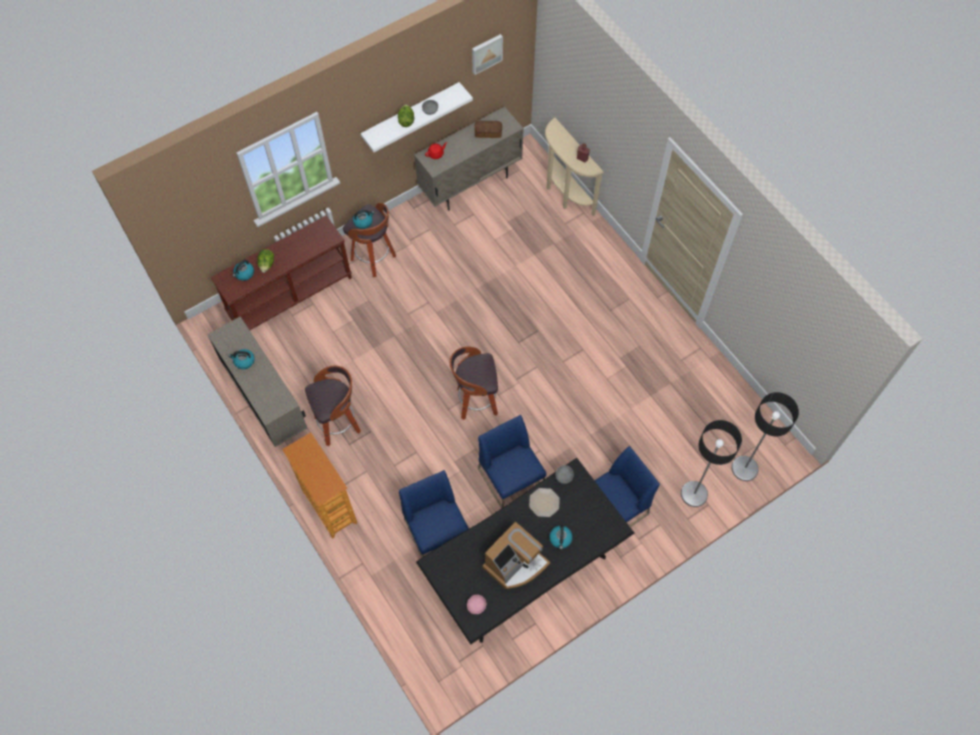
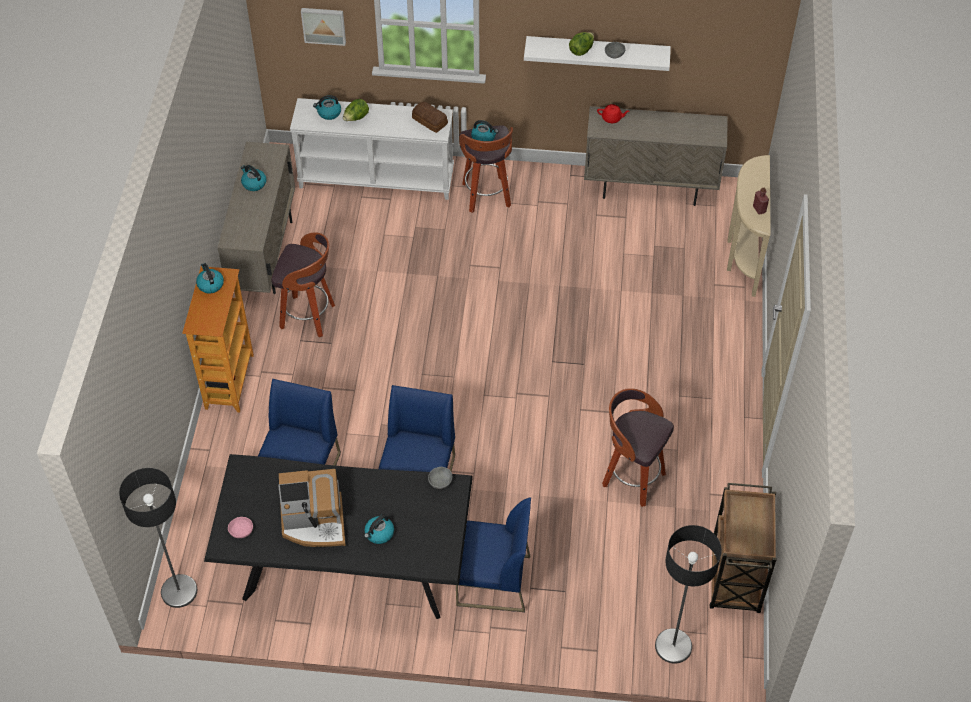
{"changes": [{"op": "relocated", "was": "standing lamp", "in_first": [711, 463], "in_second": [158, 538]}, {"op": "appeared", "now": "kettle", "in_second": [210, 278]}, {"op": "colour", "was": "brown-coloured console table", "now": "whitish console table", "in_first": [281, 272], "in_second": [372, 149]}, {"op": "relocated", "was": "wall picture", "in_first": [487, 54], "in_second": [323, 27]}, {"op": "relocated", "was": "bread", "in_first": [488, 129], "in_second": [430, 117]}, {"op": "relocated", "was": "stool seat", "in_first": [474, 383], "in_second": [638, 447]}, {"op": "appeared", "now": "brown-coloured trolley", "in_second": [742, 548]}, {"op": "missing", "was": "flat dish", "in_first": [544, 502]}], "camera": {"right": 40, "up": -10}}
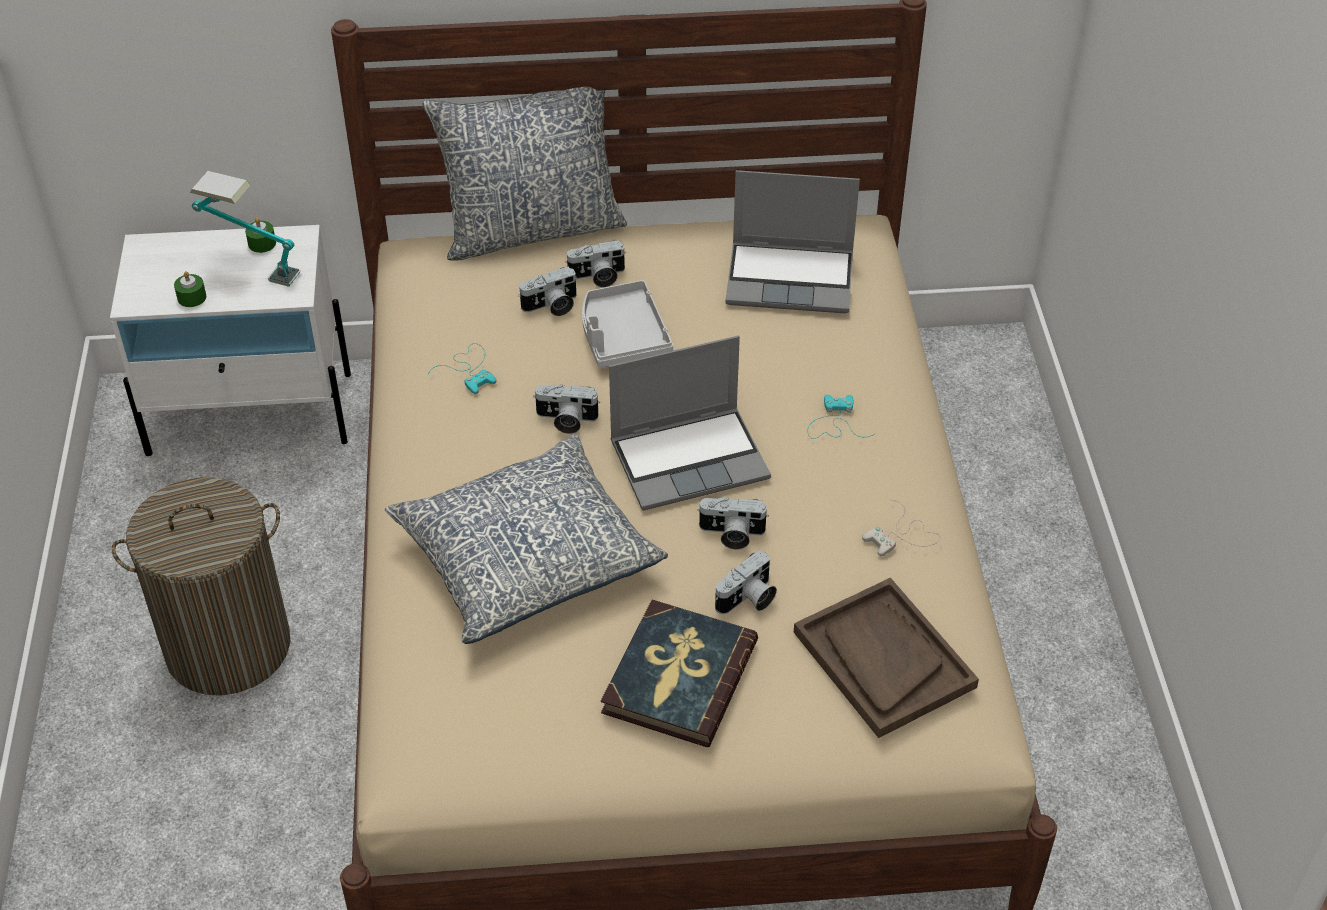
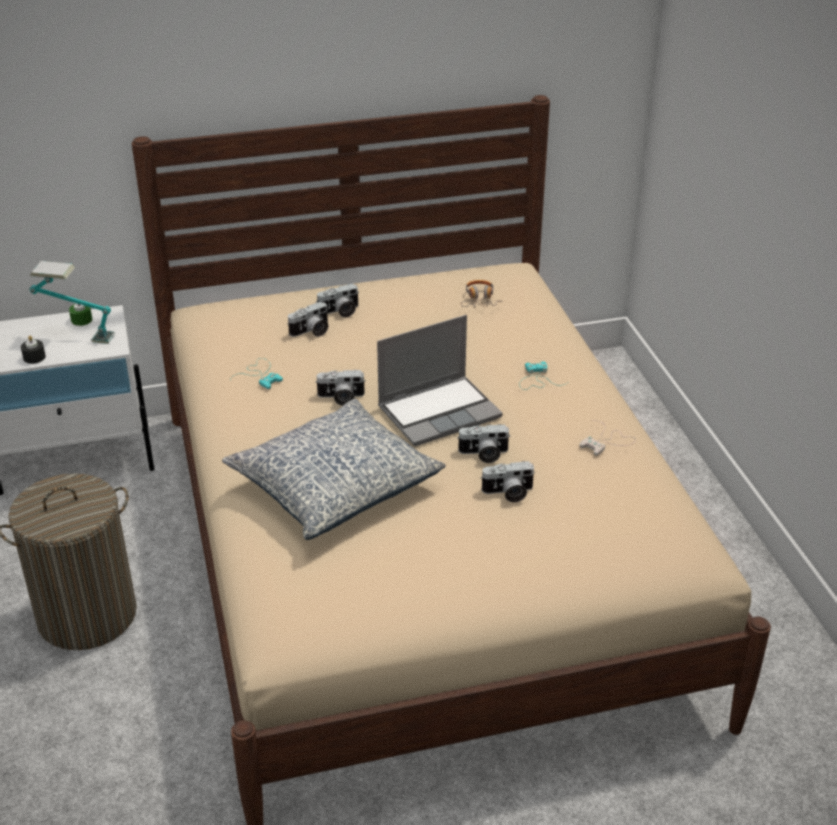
{"changes": [{"op": "colour", "was": "green-coloured wax candle", "now": "black-coloured wax candle", "in_first": [190, 289], "in_second": [33, 350]}, {"op": "exchanged", "was": "portable computer", "now": "pair of headphones", "in_first": [792, 241], "in_second": [481, 294]}, {"op": "spun", "was": "photo camera", "in_first": [746, 582], "in_second": [507, 481], "clockwise": 45}, {"op": "missing", "was": "pillow", "in_first": [524, 174]}, {"op": "missing", "was": "gray carrying tray", "in_first": [627, 324]}, {"op": "missing", "was": "book", "in_first": [679, 673]}, {"op": "missing", "was": "brown-coloured carrying tray", "in_first": [886, 658]}], "camera": {"right": -10, "up": -10}}
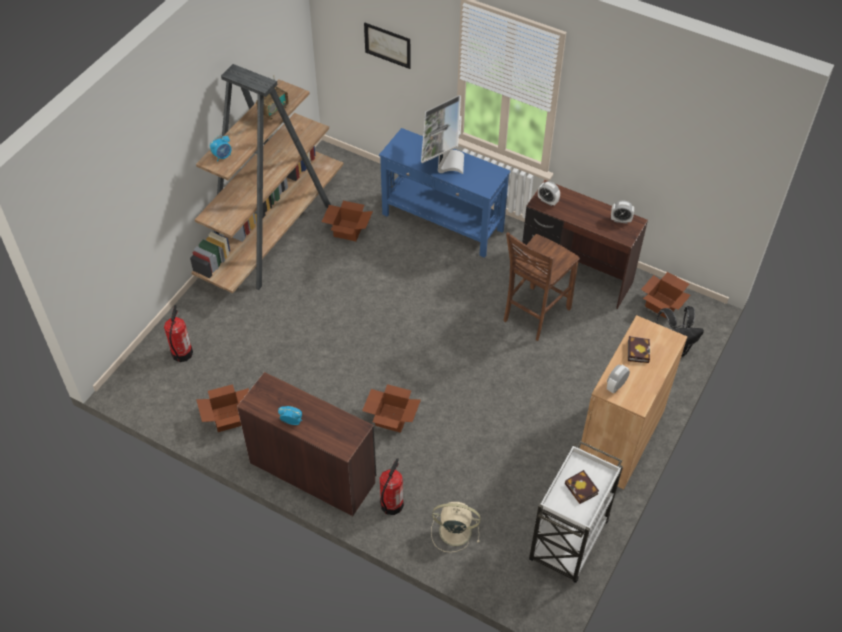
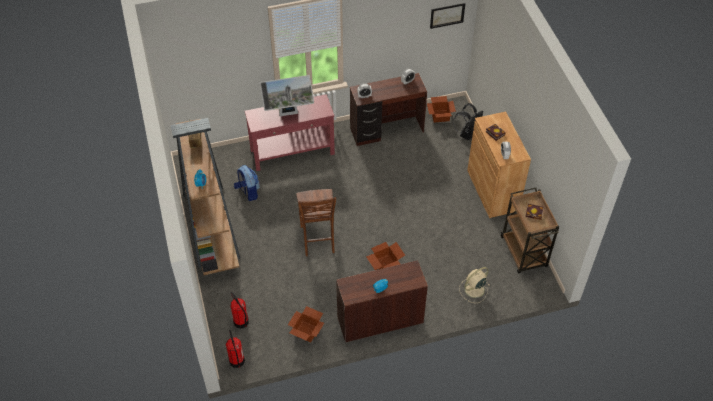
{"changes": [{"op": "relocated", "was": "fire-fighting cylinder", "in_first": [392, 486], "in_second": [235, 349]}, {"op": "exchanged", "was": "packing box", "now": "rucksack", "in_first": [347, 221], "in_second": [247, 183]}, {"op": "colour", "was": "blue-coloured console table", "now": "red console table", "in_first": [444, 193], "in_second": [290, 132]}, {"op": "spun", "was": "computer display", "in_first": [442, 134], "in_second": [287, 95], "clockwise": -60}, {"op": "relocated", "was": "brown-coloured plain chair", "in_first": [542, 286], "in_second": [316, 222]}, {"op": "relocated", "was": "wall picture", "in_first": [387, 46], "in_second": [447, 16]}, {"op": "colour", "was": "whitish trolley", "now": "brown-coloured trolley", "in_first": [576, 512], "in_second": [530, 230]}], "camera": {"right": -45, "up": 0}}
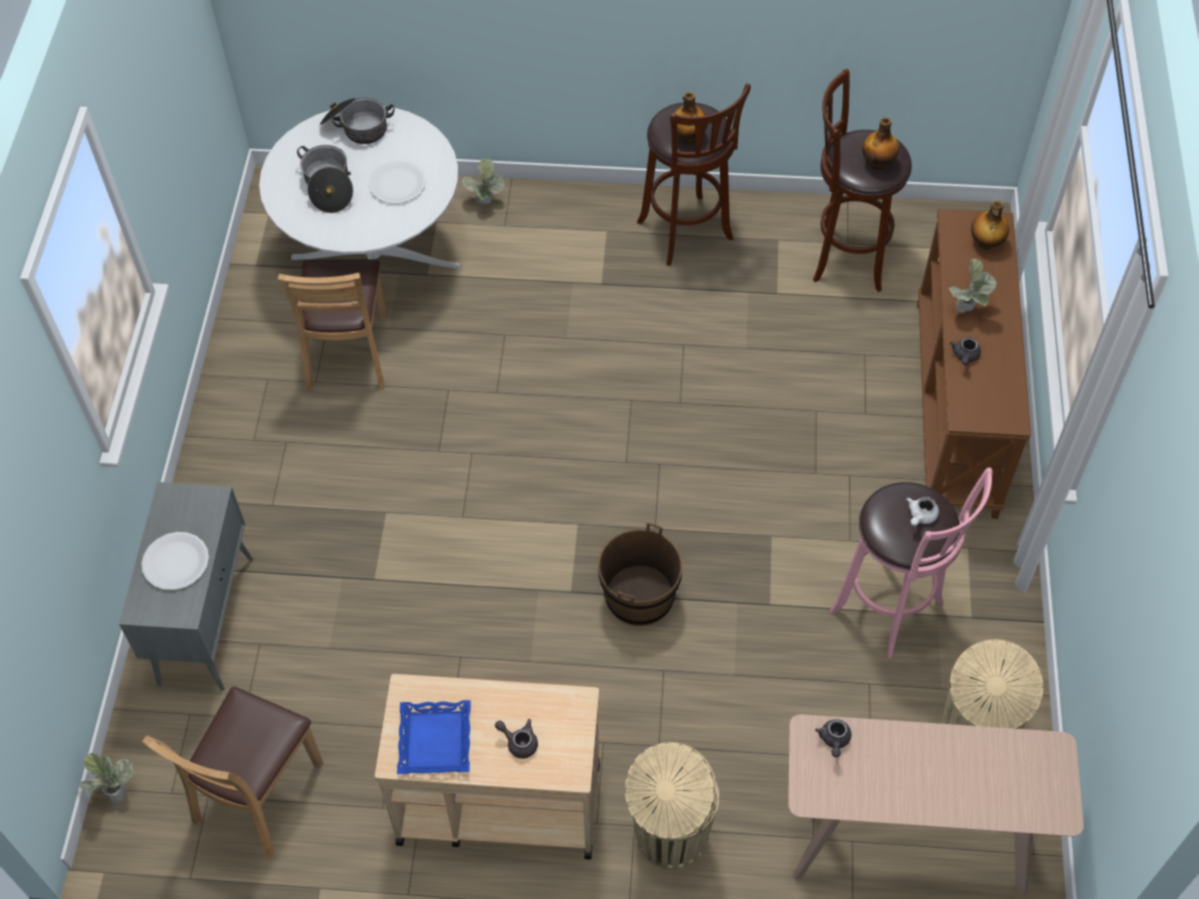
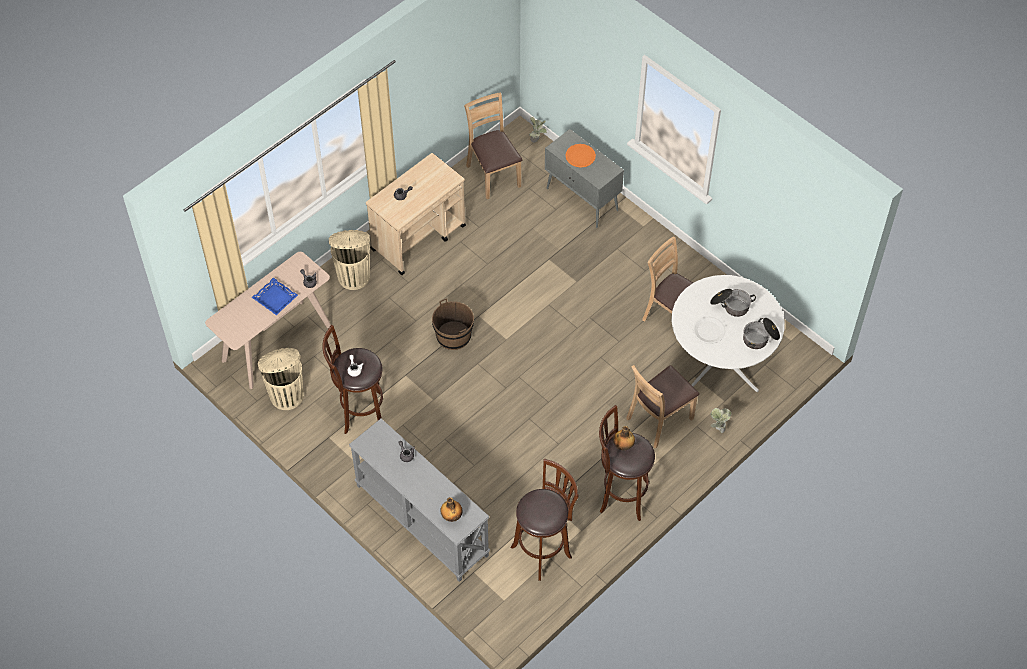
{"changes": [{"op": "relocated", "was": "blue-coloured carrying tray", "in_first": [434, 737], "in_second": [275, 296]}, {"op": "colour", "was": "pink-coloured stool seat", "now": "brown-coloured stool seat", "in_first": [911, 563], "in_second": [353, 379]}, {"op": "colour", "was": "brown-coloured console table", "now": "gray console table", "in_first": [974, 364], "in_second": [419, 500]}, {"op": "colour", "was": "whitish flat dish", "now": "orangey flat dish", "in_first": [175, 561], "in_second": [580, 155]}, {"op": "appeared", "now": "brown-coloured plain chair", "in_second": [662, 407]}, {"op": "missing", "was": "beverage bottle", "in_first": [880, 143]}, {"op": "missing", "was": "potted plant", "in_first": [972, 286]}], "camera": {"right": 130, "up": 0}}
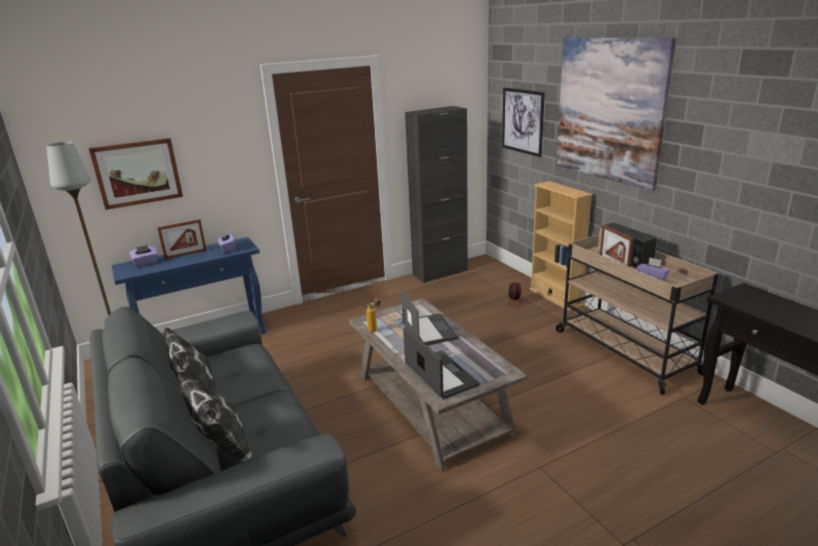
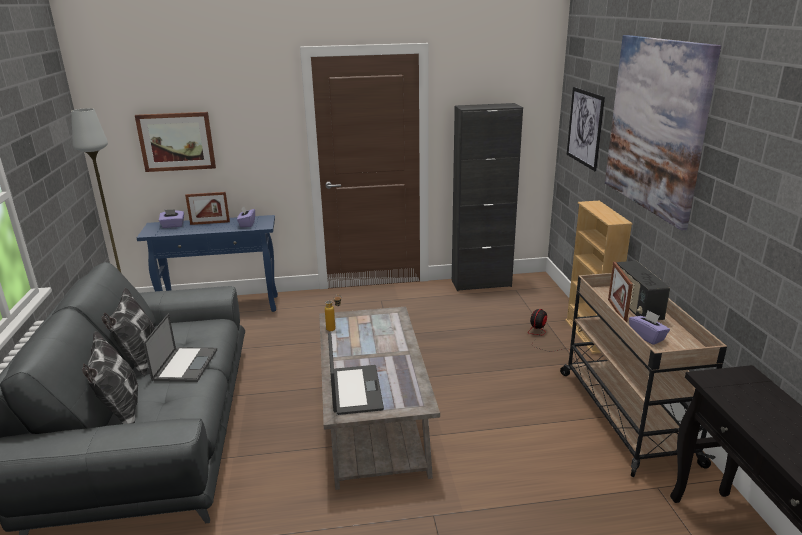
{"changes": [{"op": "relocated", "was": "portable computer", "in_first": [429, 317], "in_second": [180, 347]}], "camera": {"right": 20, "up": 0}}
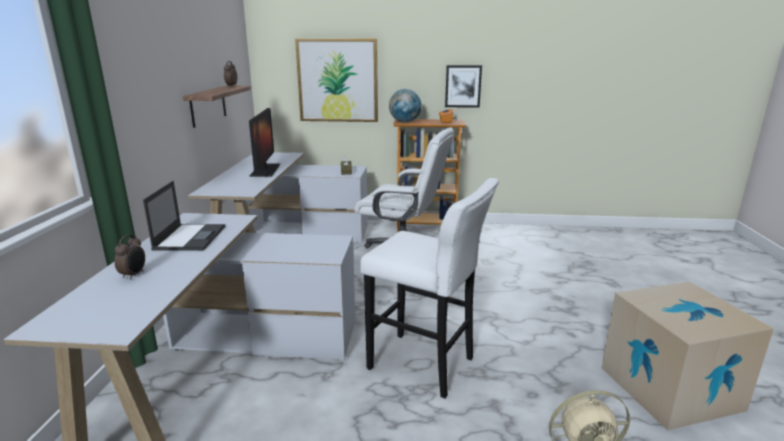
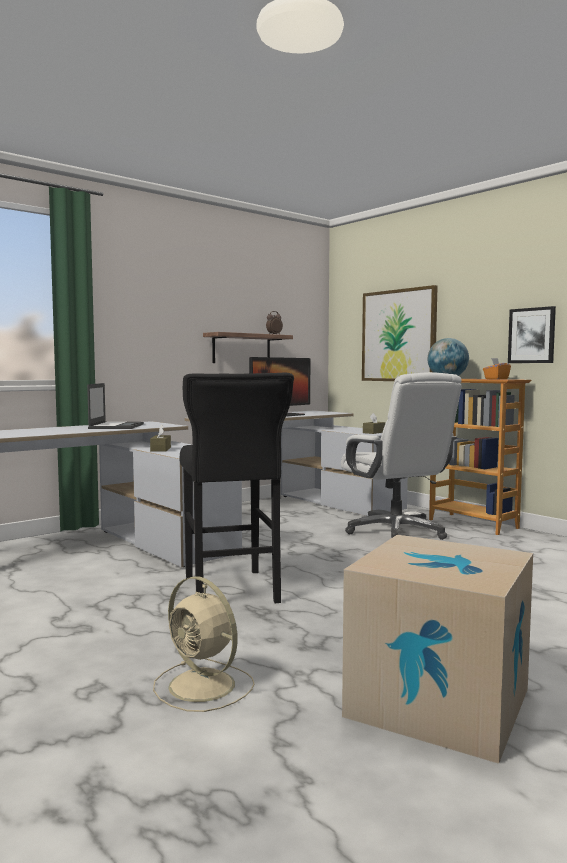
{"changes": [{"op": "spun", "was": "portable computer", "in_first": [184, 216], "in_second": [115, 406], "clockwise": -45}, {"op": "appeared", "now": "brown-coloured tissue box", "in_second": [160, 438]}, {"op": "colour", "was": "whitish stool seat", "now": "black-coloured stool seat", "in_first": [429, 288], "in_second": [237, 488]}, {"op": "missing", "was": "alarm clock", "in_first": [129, 257]}], "camera": {"right": 45, "up": -15}}
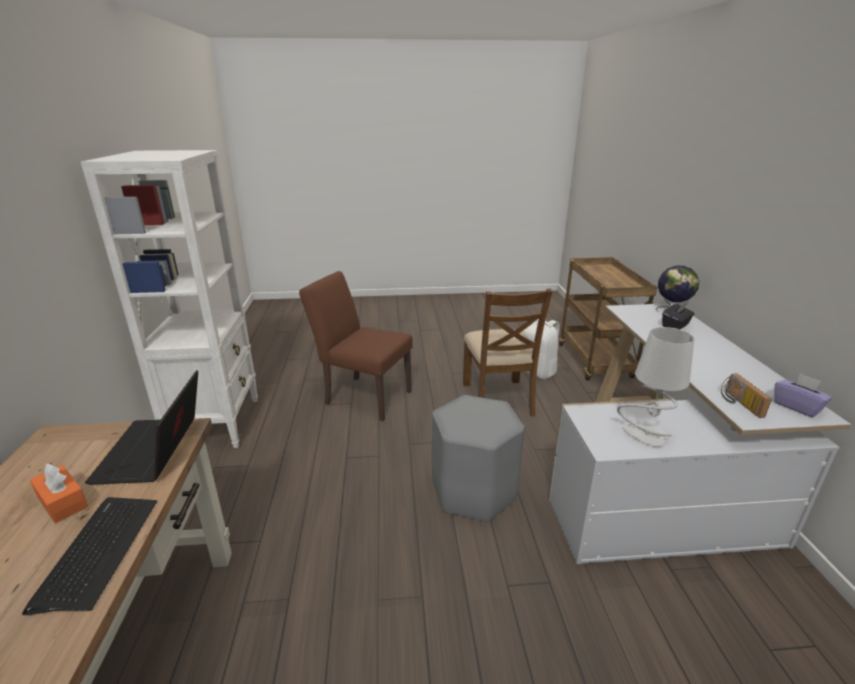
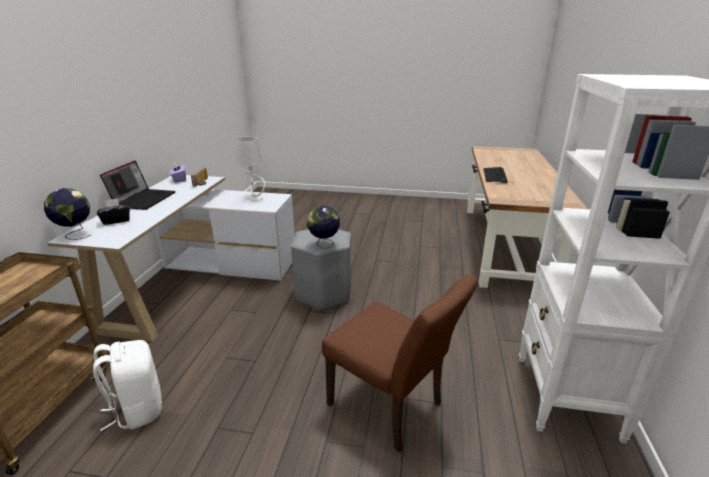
{"changes": [{"op": "relocated", "was": "portable computer", "in_first": [141, 427], "in_second": [138, 185]}, {"op": "appeared", "now": "world globe", "in_second": [323, 227]}, {"op": "missing", "was": "orangey tissue box", "in_first": [59, 493]}, {"op": "missing", "was": "brown-coloured plain chair", "in_first": [507, 353]}], "camera": {"right": -165, "up": 0}}
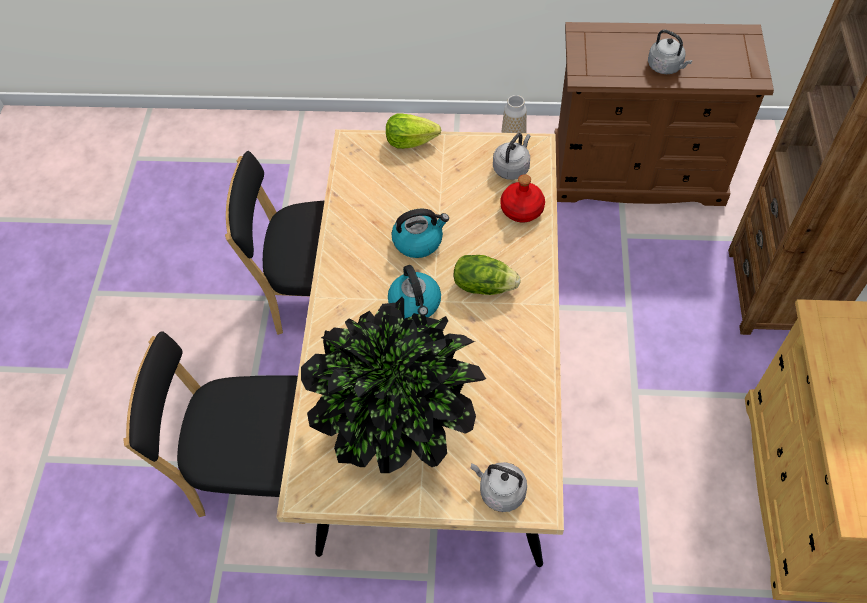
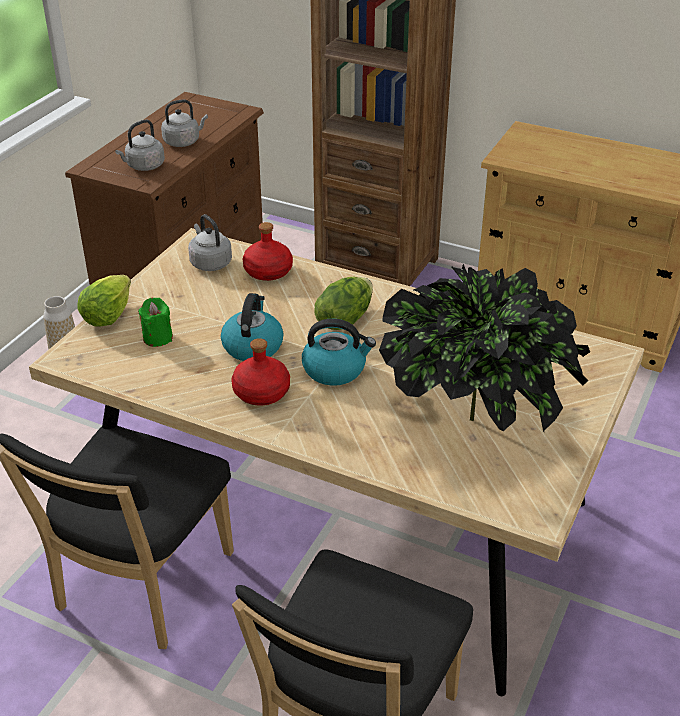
{"changes": [{"op": "relocated", "was": "gray kettle", "in_first": [499, 487], "in_second": [140, 145]}, {"op": "appeared", "now": "green-coloured wax candle", "in_second": [155, 322]}, {"op": "appeared", "now": "red beverage bottle", "in_second": [260, 371]}], "camera": {"right": -70, "up": -20}}
